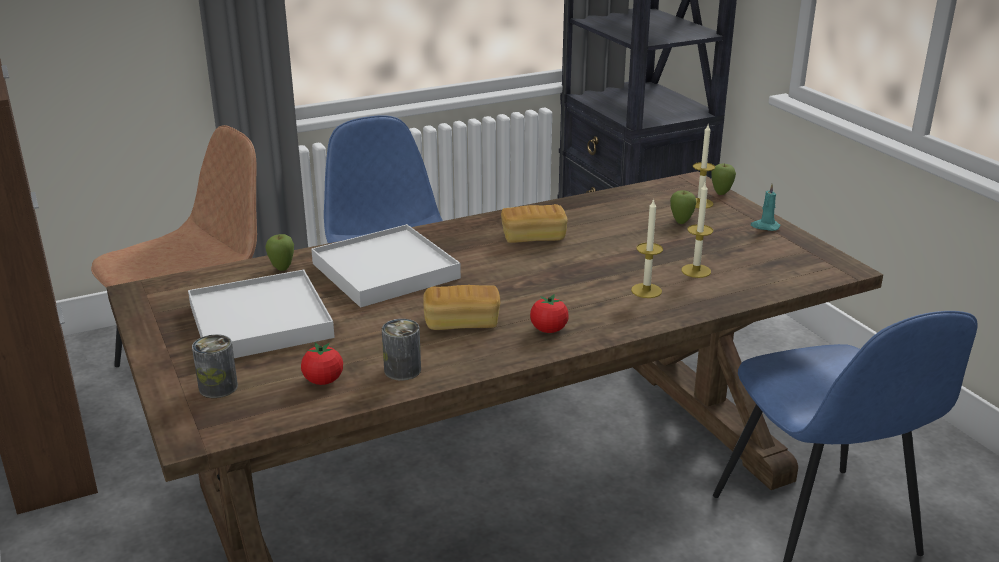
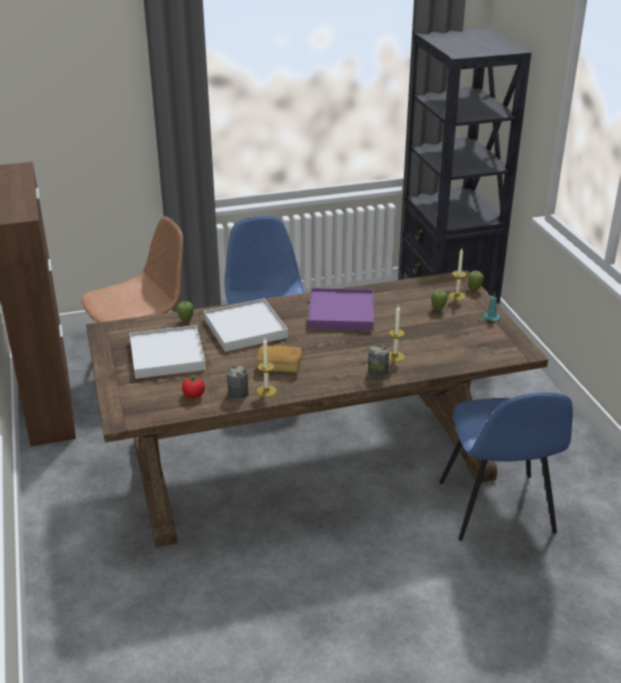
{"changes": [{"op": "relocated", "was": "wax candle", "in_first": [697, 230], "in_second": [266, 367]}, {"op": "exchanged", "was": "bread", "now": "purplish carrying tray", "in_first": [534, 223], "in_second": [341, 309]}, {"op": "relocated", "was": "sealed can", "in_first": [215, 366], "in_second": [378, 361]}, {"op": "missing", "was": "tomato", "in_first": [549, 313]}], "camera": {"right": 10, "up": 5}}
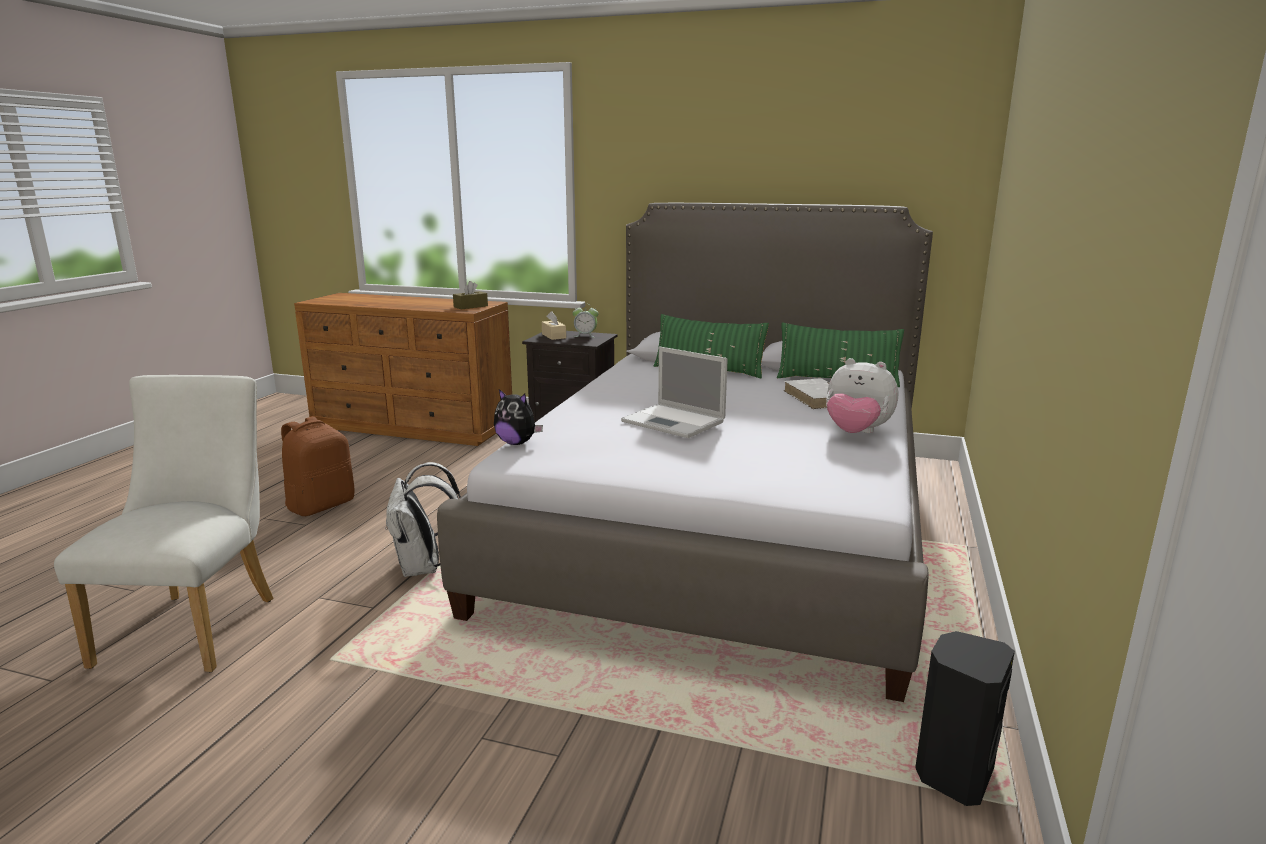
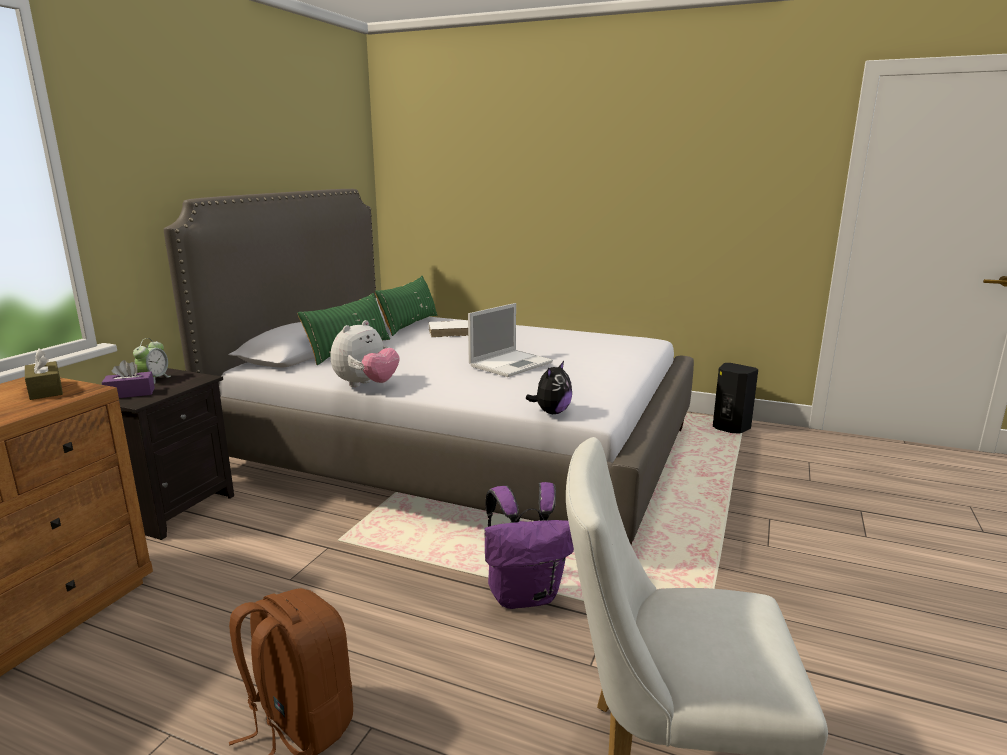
{"changes": [{"op": "colour", "was": "beige-coloured tissue box", "now": "purplish tissue box", "in_first": [554, 325], "in_second": [128, 379]}, {"op": "relocated", "was": "plush toy", "in_first": [862, 395], "in_second": [365, 353]}, {"op": "colour", "was": "whitish rucksack", "now": "purplish rucksack", "in_first": [423, 519], "in_second": [529, 545]}], "camera": {"right": -85, "up": 0}}
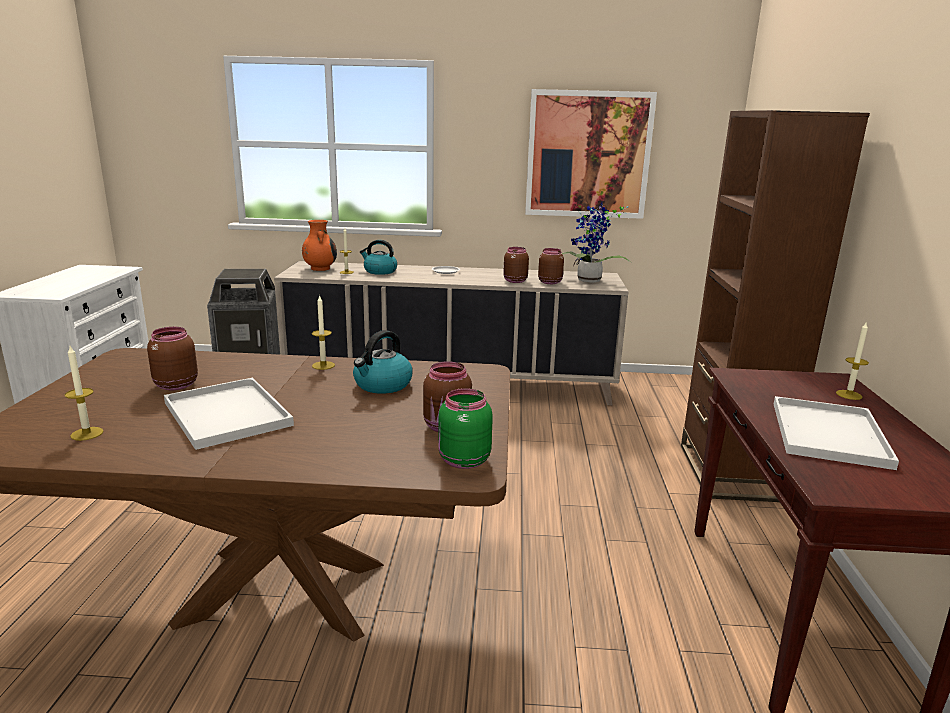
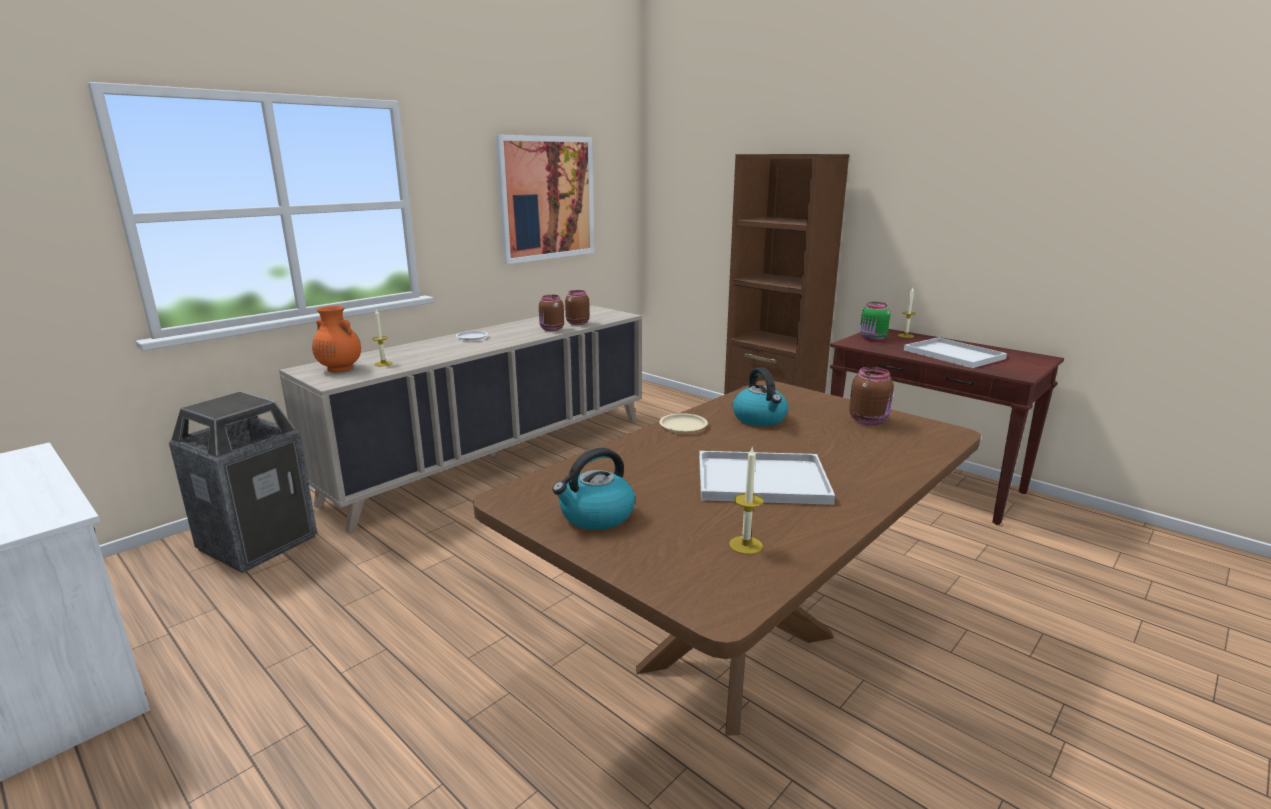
{"changes": [{"op": "relocated", "was": "kettle", "in_first": [378, 257], "in_second": [593, 489]}, {"op": "exchanged", "was": "wax candle", "now": "beige-coloured flat dish", "in_first": [323, 332], "in_second": [683, 423]}, {"op": "relocated", "was": "green-coloured preserve jar", "in_first": [465, 428], "in_second": [875, 321]}, {"op": "missing", "was": "brown-coloured preserve jar", "in_first": [172, 358]}, {"op": "missing", "was": "potted plant", "in_first": [597, 242]}], "camera": {"right": -50, "up": 0}}
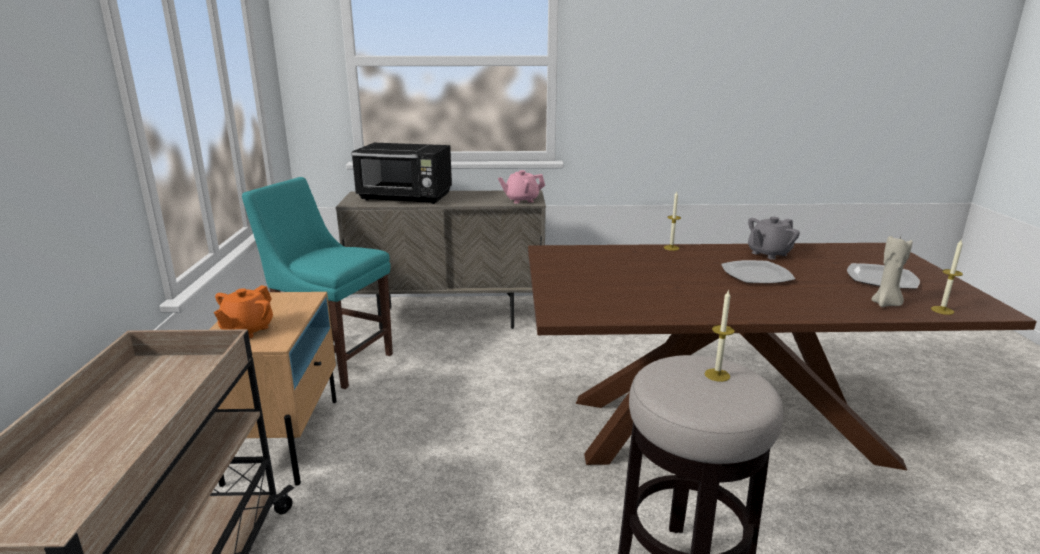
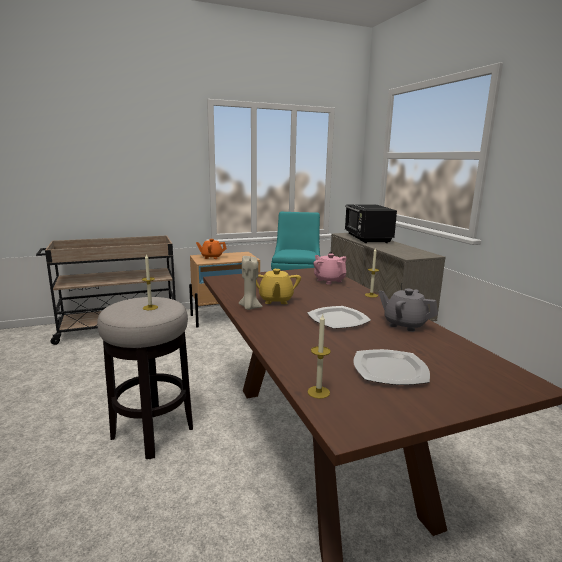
{"changes": [{"op": "relocated", "was": "beige-coloured wax candle", "in_first": [892, 271], "in_second": [250, 283]}, {"op": "appeared", "now": "yellow-coloured teapot", "in_second": [278, 286]}, {"op": "relocated", "was": "pink-coloured teapot", "in_first": [521, 186], "in_second": [330, 268]}], "camera": {"right": 70, "up": -5}}
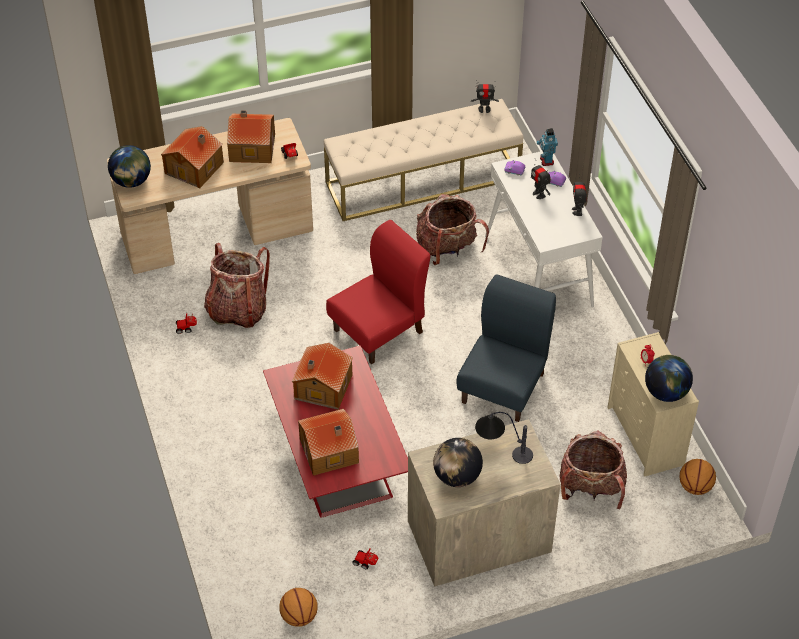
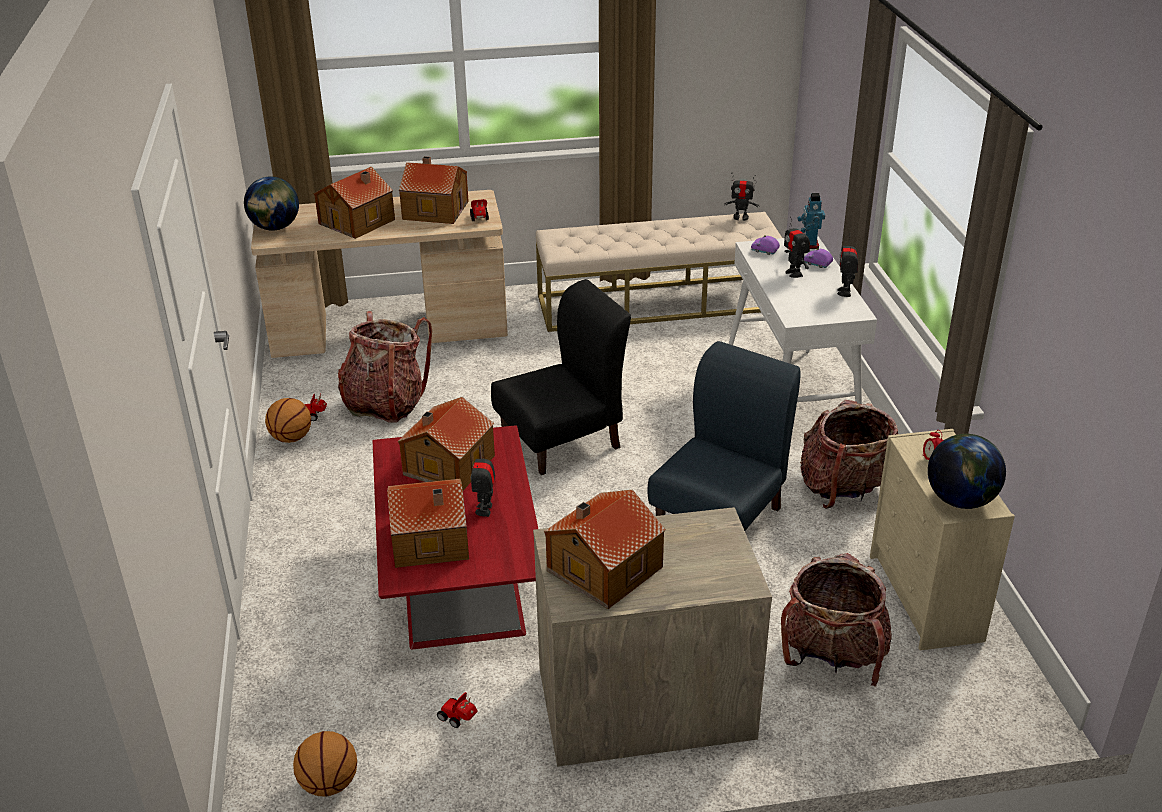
{"changes": [{"op": "relocated", "was": "ball for basketball", "in_first": [698, 477], "in_second": [288, 420]}, {"op": "appeared", "now": "model robot", "in_second": [483, 480]}, {"op": "colour", "was": "red plain chair", "now": "black-coloured plain chair", "in_first": [378, 292], "in_second": [561, 377]}, {"op": "exchanged", "was": "world globe", "now": "miniature house", "in_first": [458, 462], "in_second": [605, 549]}, {"op": "relocated", "was": "rucksack", "in_first": [452, 229], "in_second": [849, 454]}, {"op": "missing", "was": "tabletop lamp", "in_first": [504, 438]}], "camera": {"right": 10, "up": -15}}
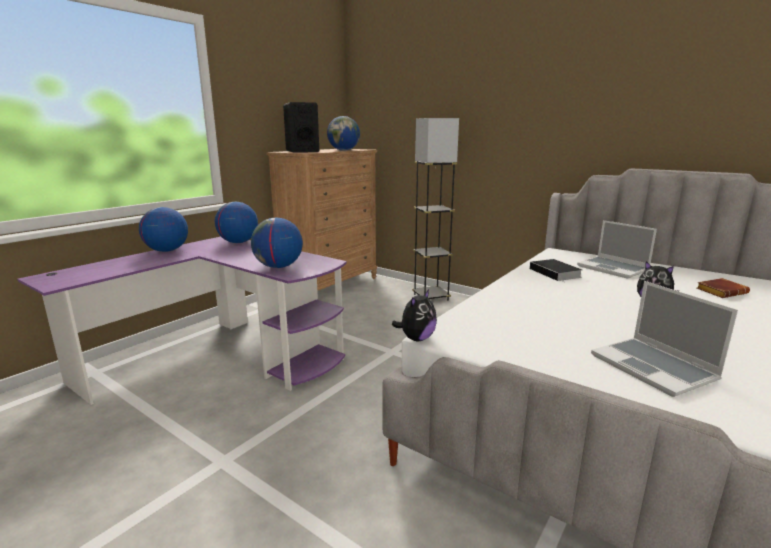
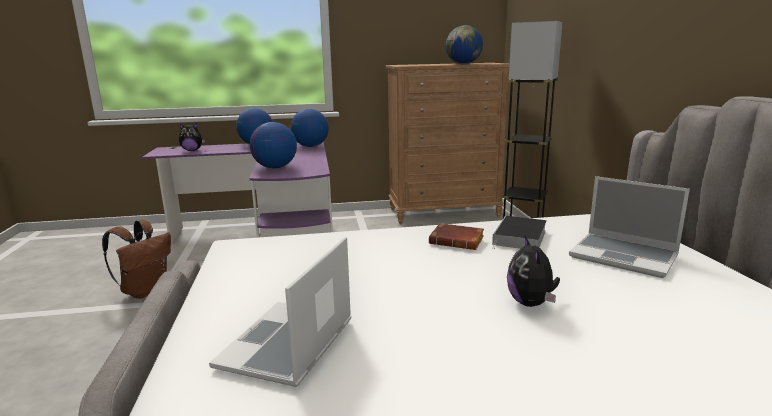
{"changes": [{"op": "appeared", "now": "brown-coloured rucksack", "in_second": [136, 259]}, {"op": "relocated", "was": "plush toy", "in_first": [414, 315], "in_second": [192, 137]}, {"op": "relocated", "was": "brown-coloured book", "in_first": [723, 288], "in_second": [456, 236]}, {"op": "spun", "was": "portable computer", "in_first": [617, 249], "in_second": [629, 227], "clockwise": -60}, {"op": "missing", "was": "black-coloured speaker", "in_first": [301, 127]}], "camera": {"right": 45, "up": 0}}
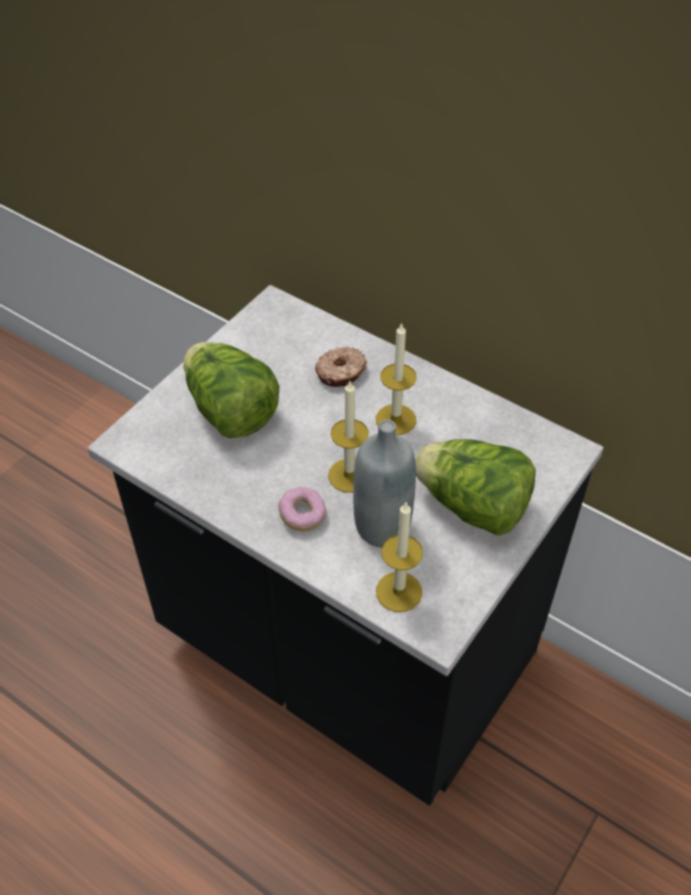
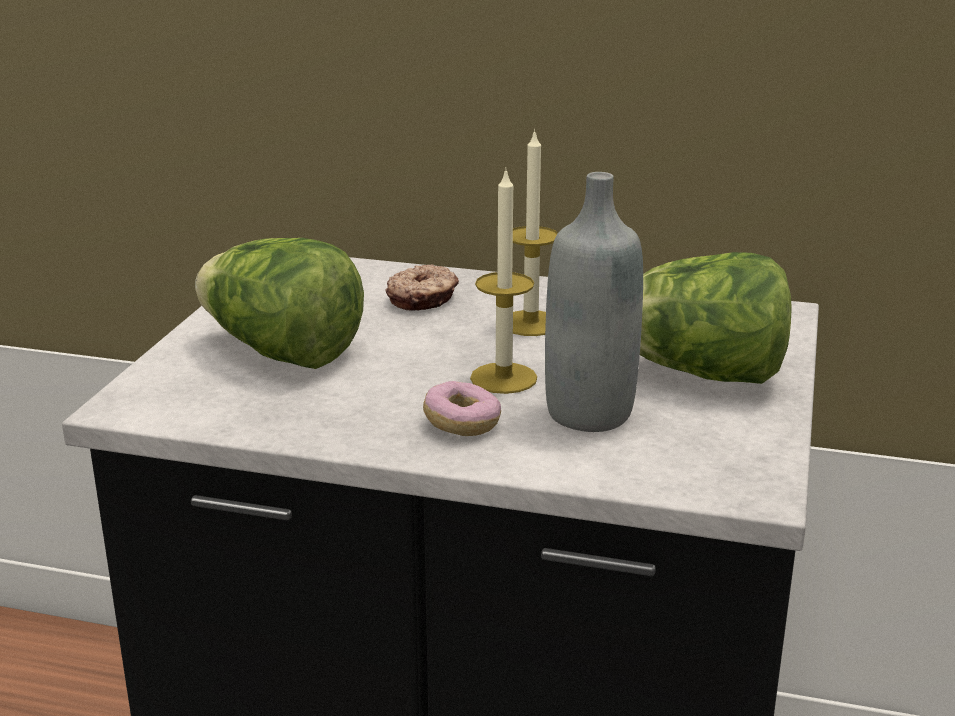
{"changes": [{"op": "missing", "was": "wax candle", "in_first": [399, 556]}], "camera": {"right": -20, "up": -25}}
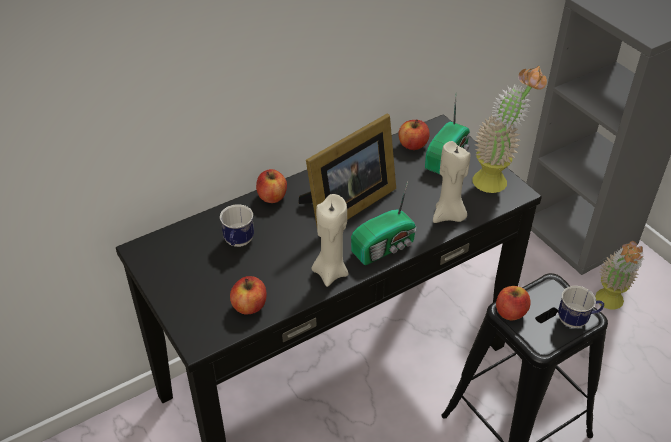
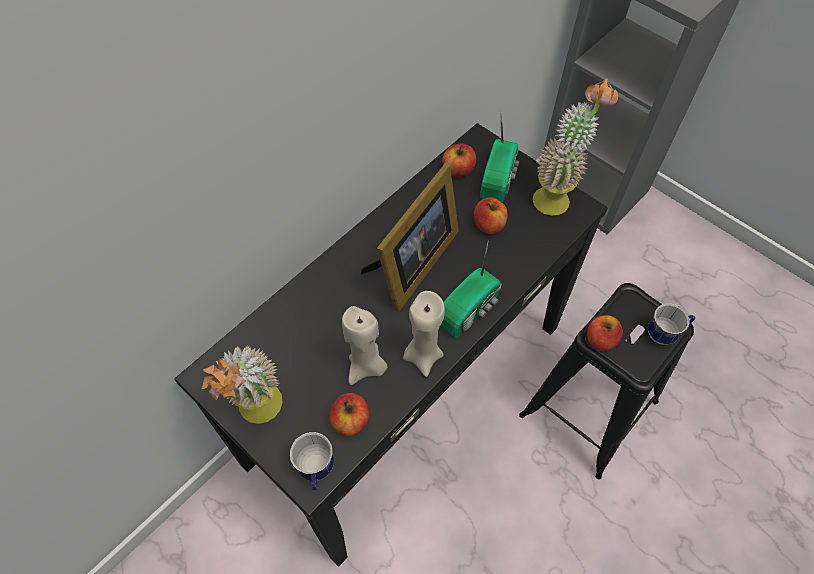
{"changes": [{"op": "relocated", "was": "potted plant", "in_first": [619, 275], "in_second": [242, 384]}, {"op": "relocated", "was": "mug", "in_first": [237, 225], "in_second": [312, 461]}, {"op": "relocated", "was": "beige-coloured wax candle", "in_first": [451, 182], "in_second": [364, 345]}, {"op": "relocated", "was": "whole apple", "in_first": [271, 186], "in_second": [491, 215]}], "camera": {"right": -15, "up": 15}}
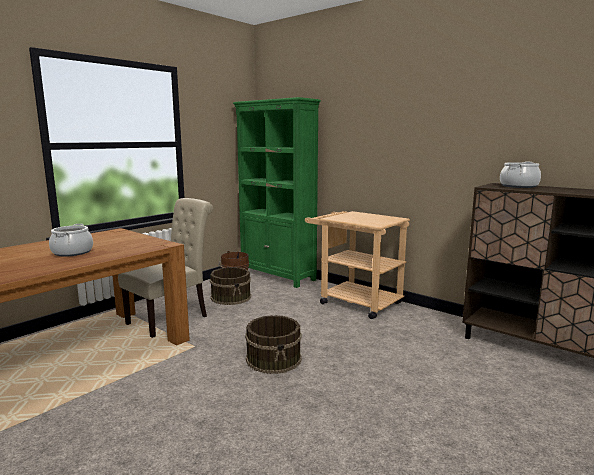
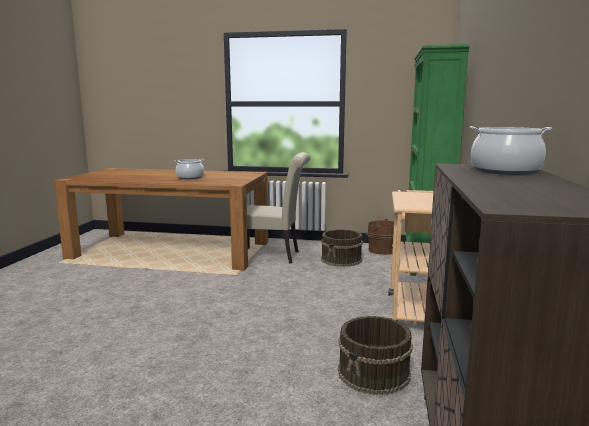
{"changes": [{"op": "relocated", "was": "brown-coloured water bucket", "in_first": [273, 344], "in_second": [375, 355]}], "camera": {"right": 60, "up": 0}}
